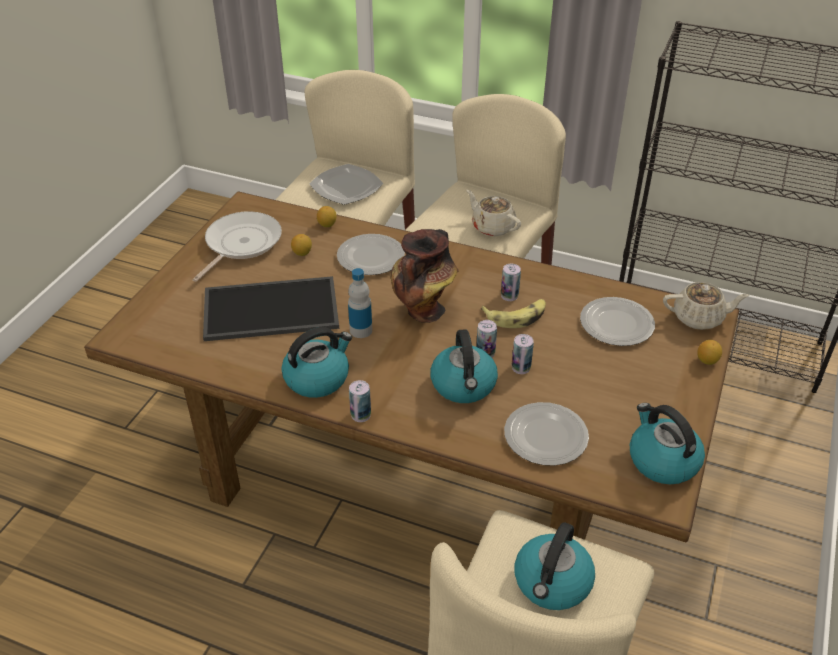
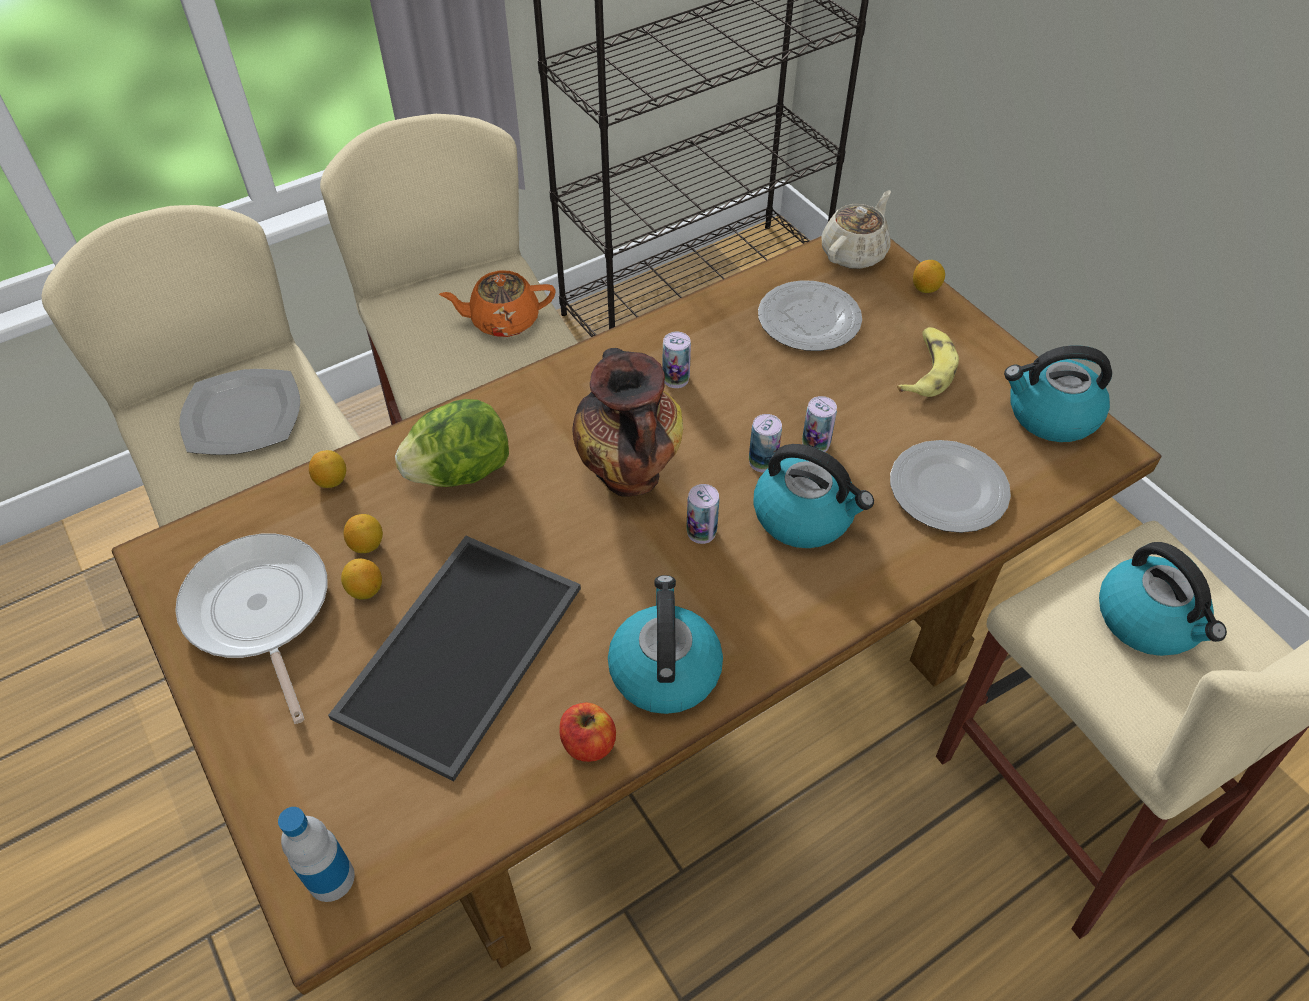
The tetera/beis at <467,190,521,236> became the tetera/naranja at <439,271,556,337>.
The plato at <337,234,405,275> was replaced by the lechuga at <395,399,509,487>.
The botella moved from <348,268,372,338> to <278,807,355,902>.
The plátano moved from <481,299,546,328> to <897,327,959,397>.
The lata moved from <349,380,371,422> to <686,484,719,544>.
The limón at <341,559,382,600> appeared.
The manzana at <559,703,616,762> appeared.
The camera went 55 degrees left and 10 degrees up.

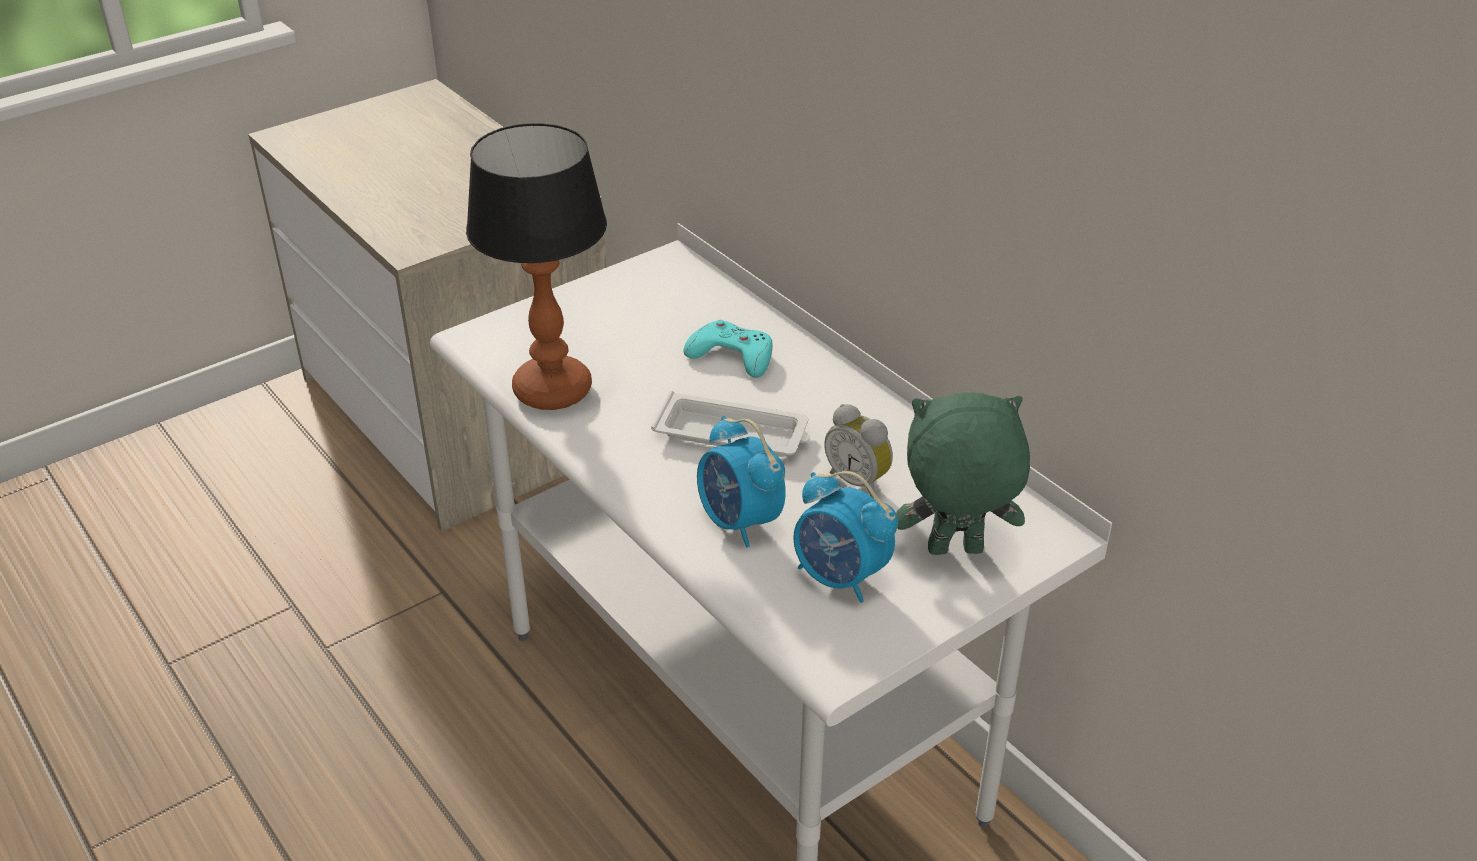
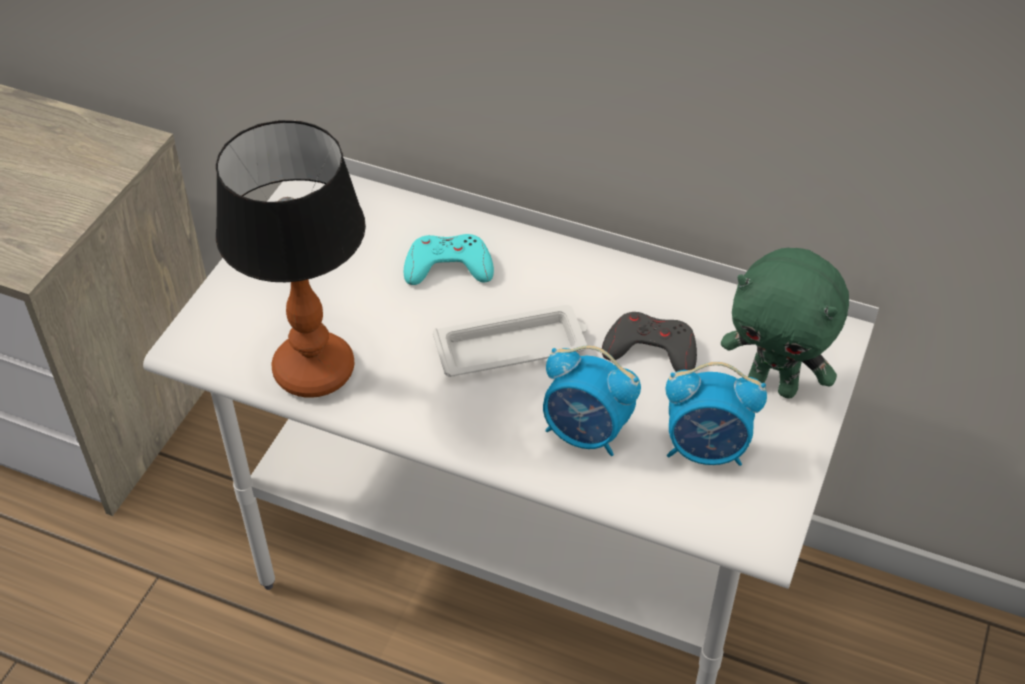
The peluche/verde at <896,392,1030,555> turned 120 degrees counterclockwise.
The despertador at <824,404,893,499> was replaced by the mando de consola/gris at <602,312,697,372>.
The camera went 30 degrees left and 10 degrees up.

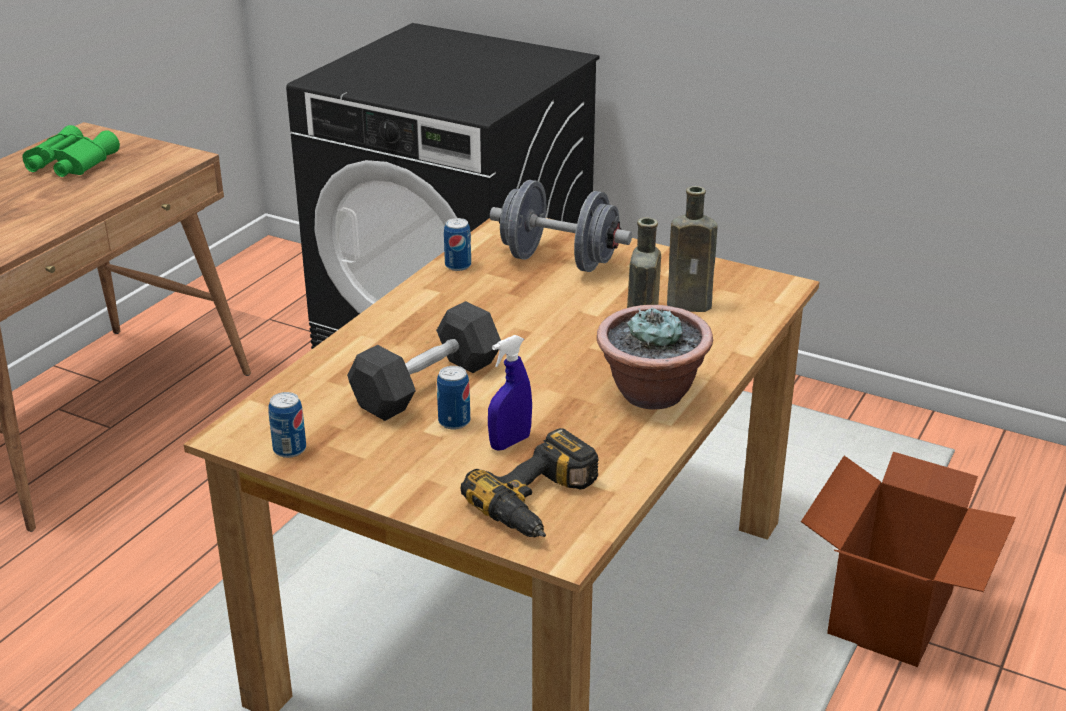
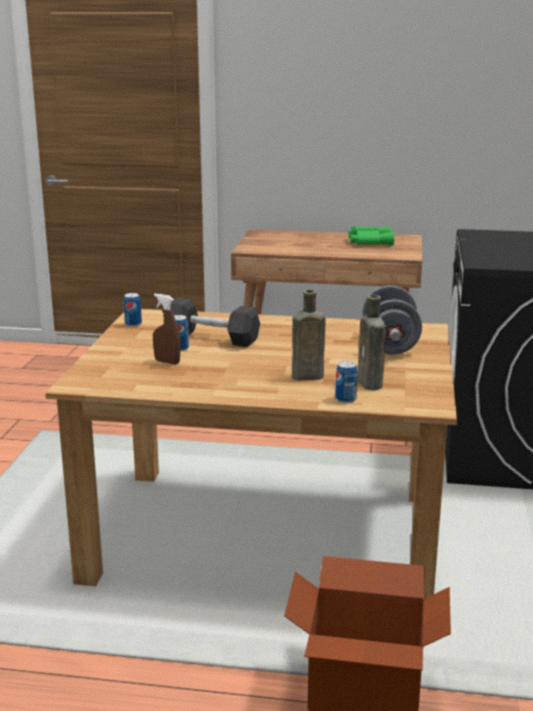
The lata moved from <444,218,471,271> to <335,361,358,403>.
The planta en maceta at <597,305,713,409> disappeared.
The pulverizador/azul at <488,335,532,451> became the pulverizador/marrón at <153,294,181,365>.
The taladro at <460,428,599,538> disappeared.
The camera went 70 degrees right and 10 degrees down.

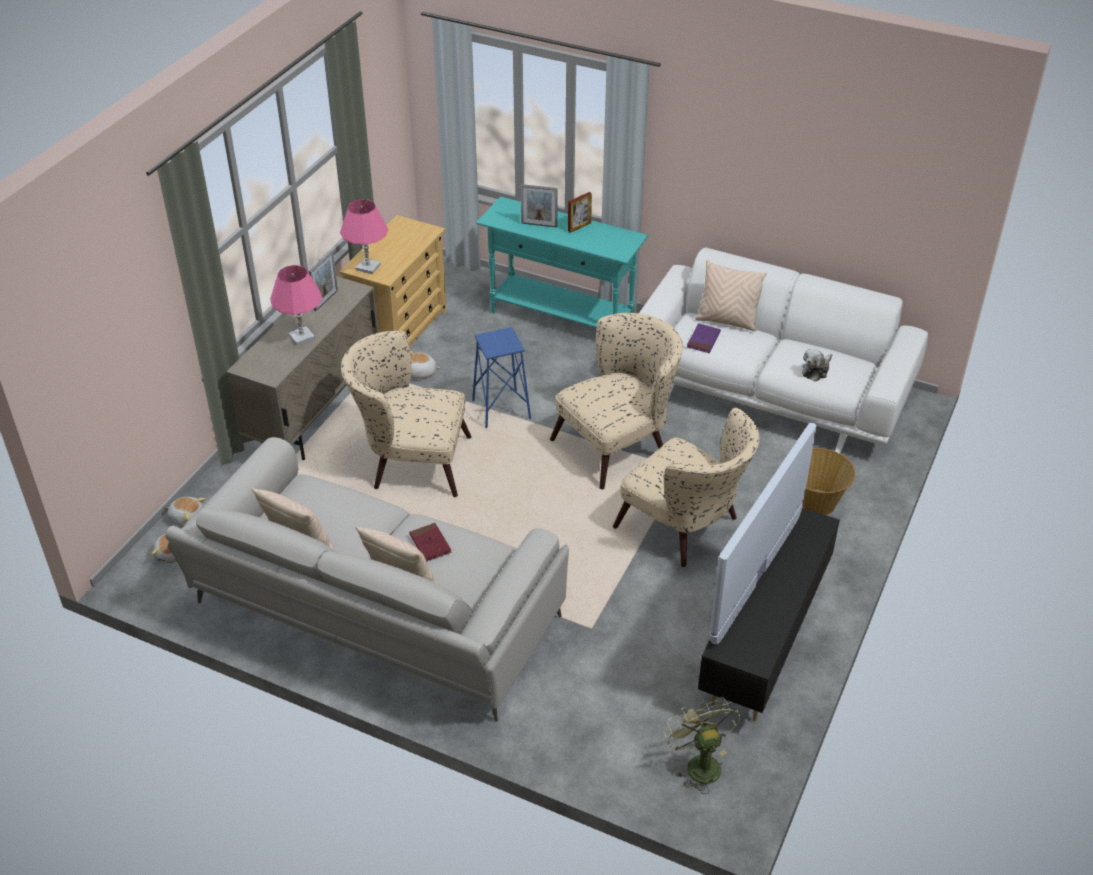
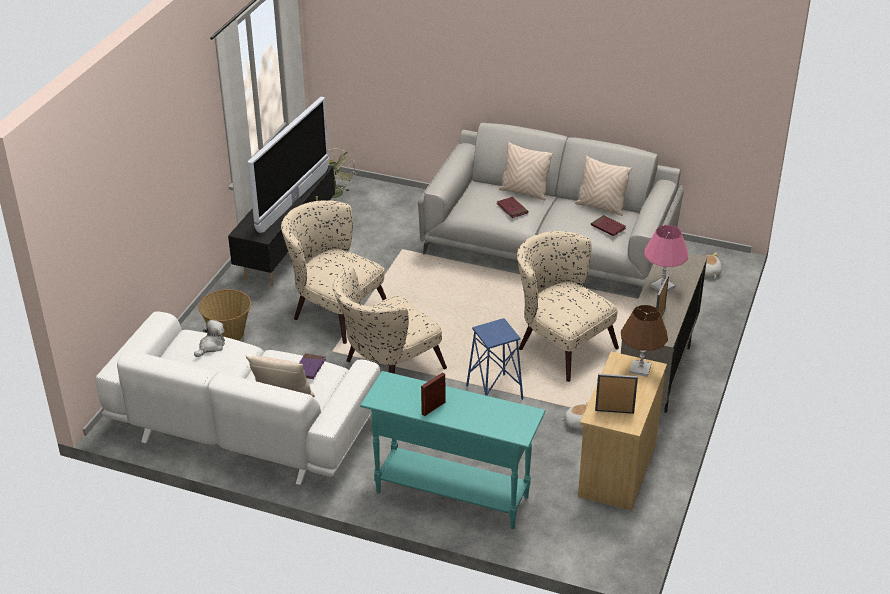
The portarretratos moved from <521,184,558,228> to <595,374,638,414>.
The lámpara de mesa/rosa at <340,199,388,274> became the lámpara de mesa/marrón at <621,305,668,377>.
The sillón/beis at <341,331,471,497> turned 135 degrees counterclockwise.
The peluche at <167,497,205,527> disappeared.
The libro/rojo at <591,215,626,236> appeared.
The camera went 175 degrees right and 5 degrees down.

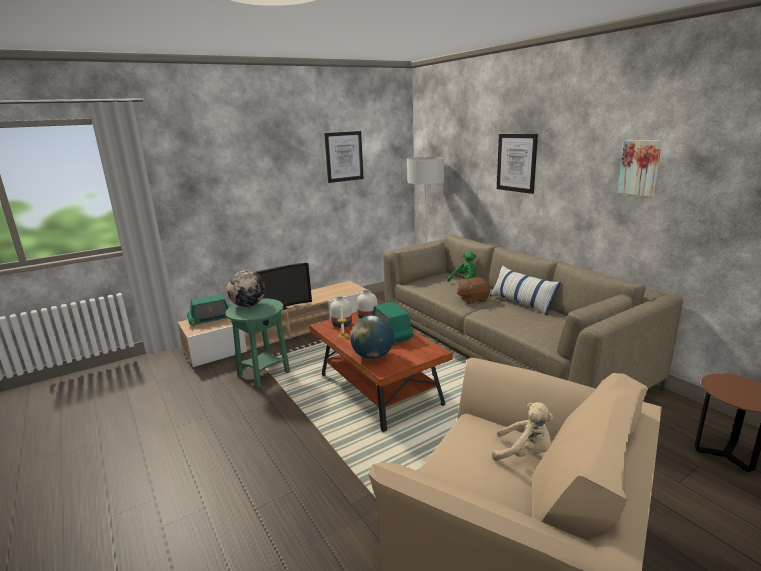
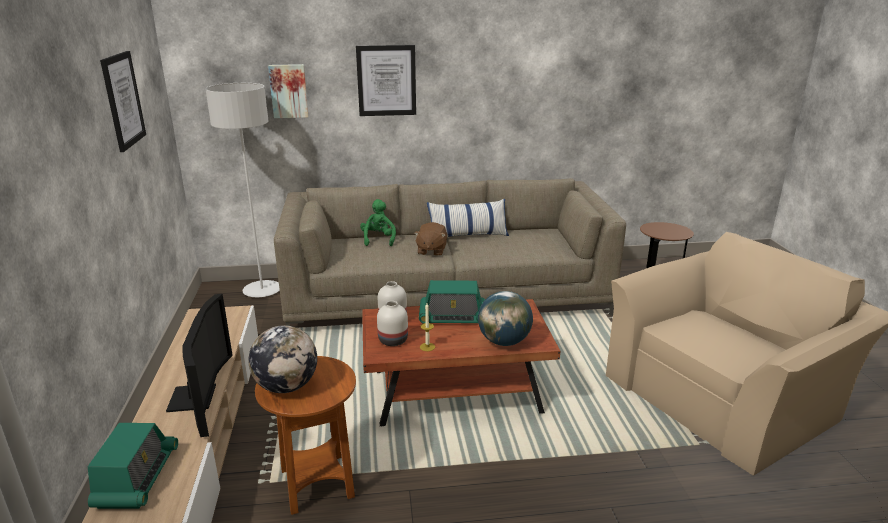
The cuadro moved from <618,140,662,197> to <268,64,308,118>.
The mesa auxiliar/verde at <226,298,290,388> became the mesa auxiliar/marrón at <255,356,356,515>.
The peluche/beis at <492,402,553,461> disappeared.
The camera went 65 degrees left and 5 degrees up.

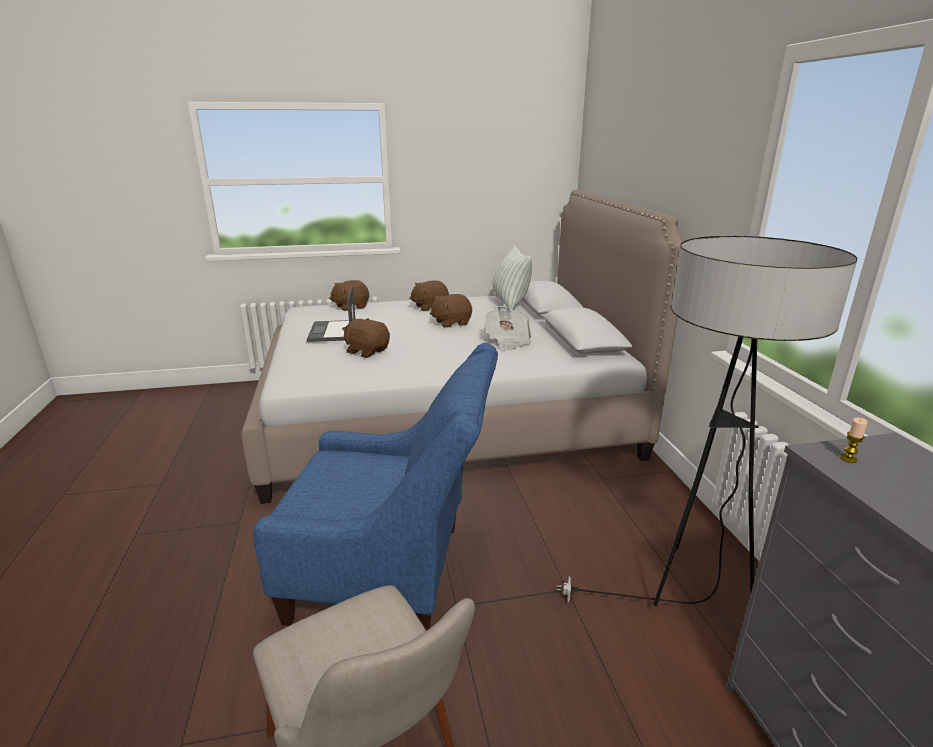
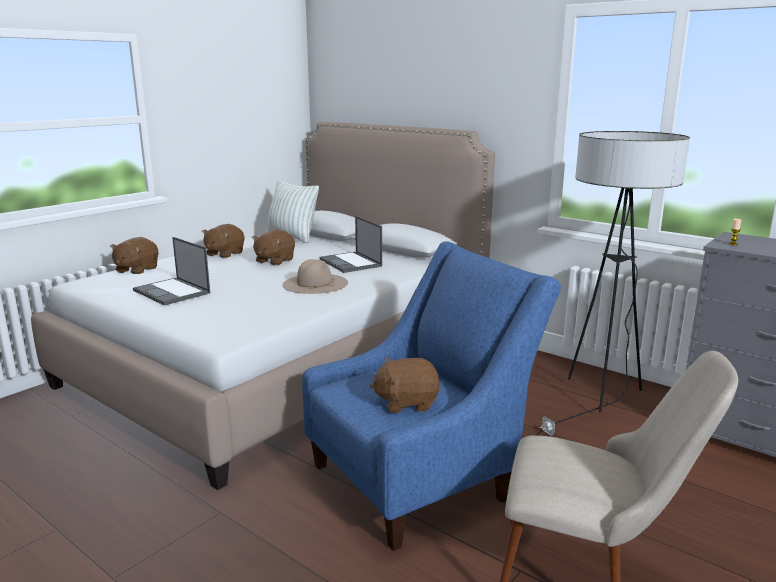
The periódico at <484,306,532,351> was replaced by the portátil at <320,216,382,273>.
The peluche/marrón moved from <342,318,390,358> to <370,357,440,413>.
The sombrero/beis at <282,259,348,294> appeared.
The camera went 40 degrees left and 5 degrees down.

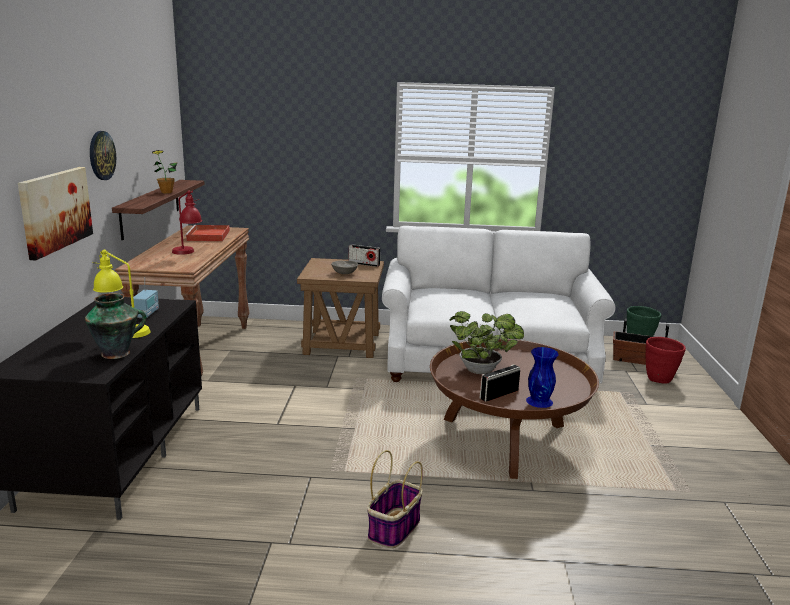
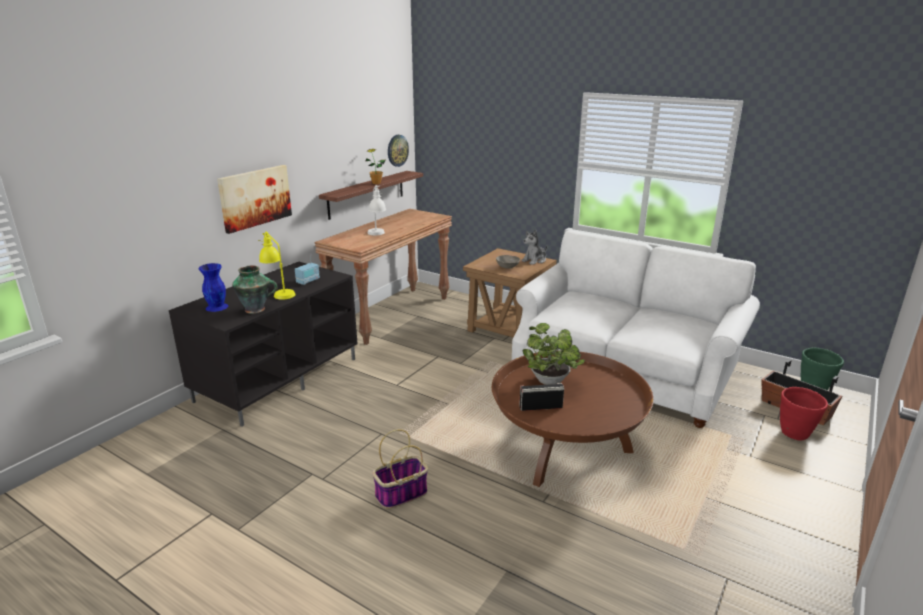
The reloj de pared moved from <90,131,116,180> to <388,135,409,167>.
The lámpara de mesa/rojo at <172,190,202,255> became the lámpara de mesa/blanco at <367,185,386,235>.
The bandeja/rojo at <184,225,230,241> disappeared.
The radio at <349,244,380,267> was replaced by the peluche at <522,230,547,265>.
The florero/azul moved from <526,347,559,408> to <199,263,228,312>.
The camera went 30 degrees right and 5 degrees up.

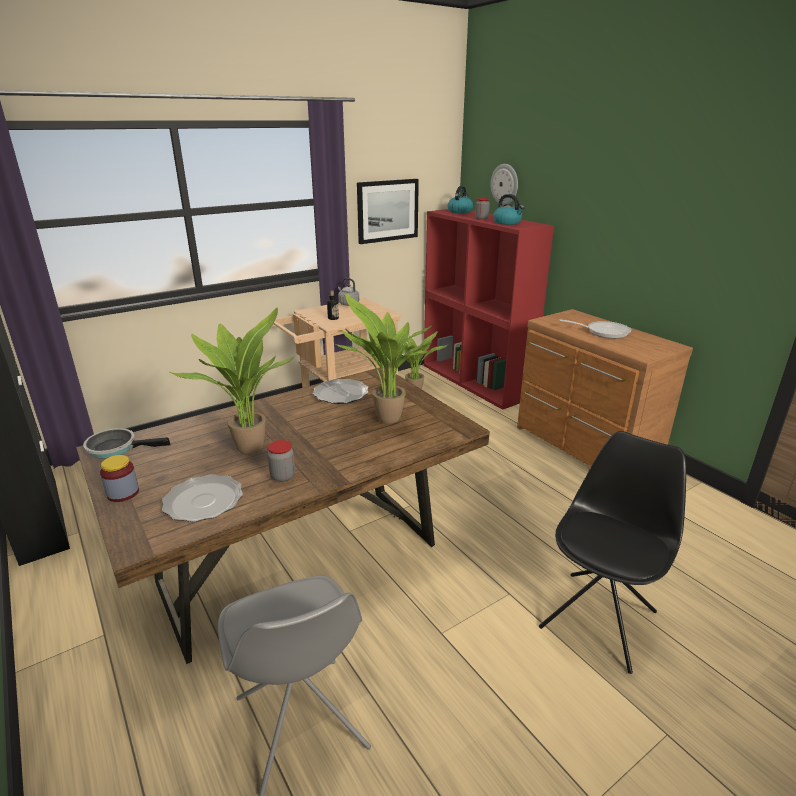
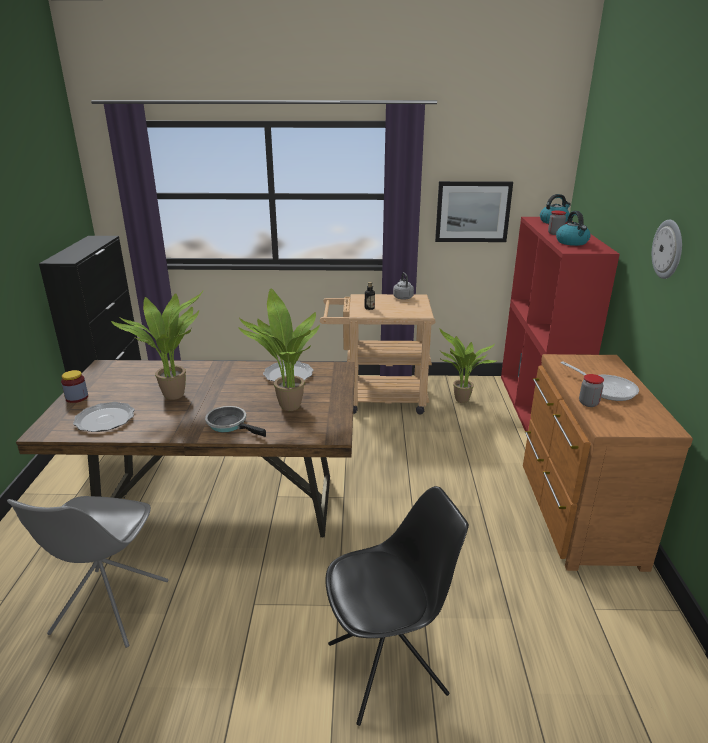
The reloj de pared moved from <491,164,518,205> to <652,220,682,279>.
The sartén moved from <83,428,171,459> to <205,406,266,437>.
The tarro moved from <267,440,295,482> to <579,374,604,407>.
The camera went 35 degrees right and 0 degrees up.

